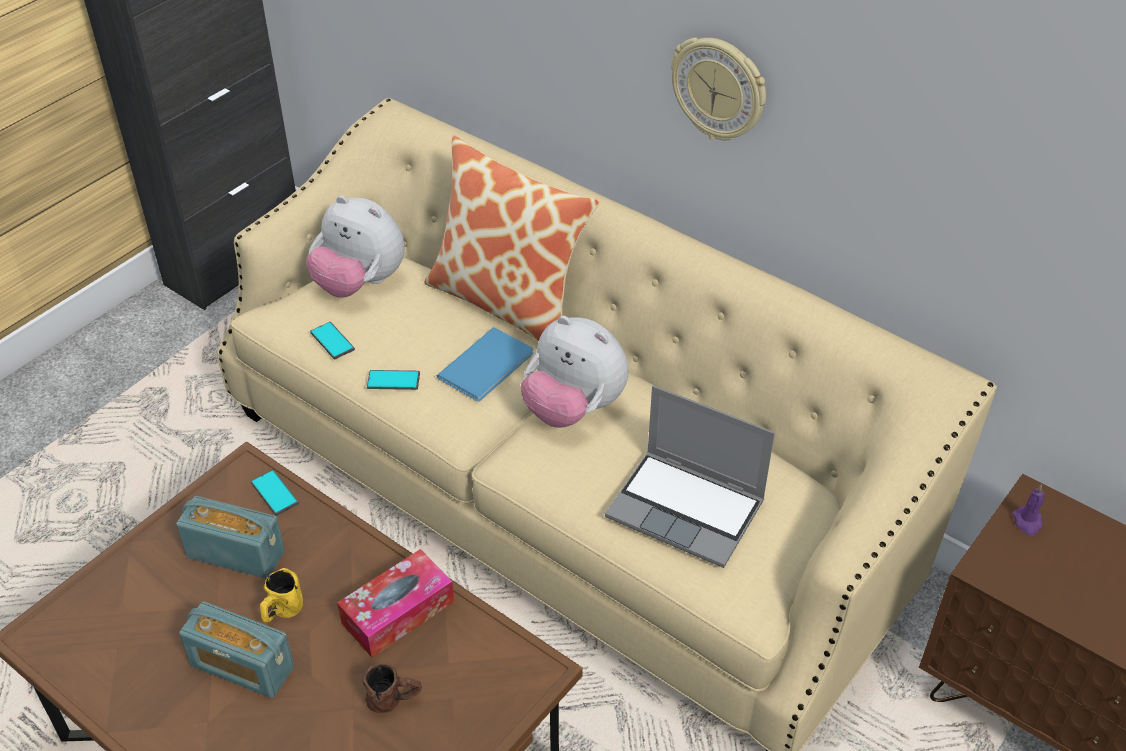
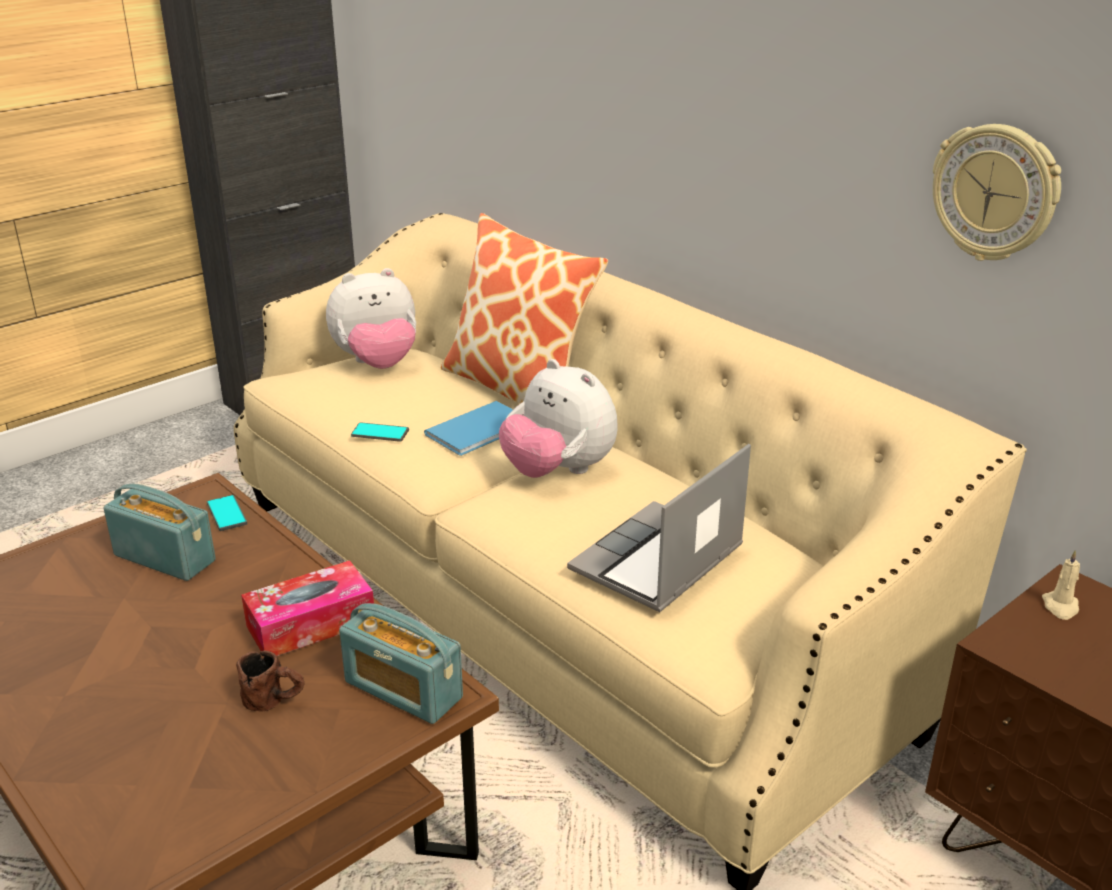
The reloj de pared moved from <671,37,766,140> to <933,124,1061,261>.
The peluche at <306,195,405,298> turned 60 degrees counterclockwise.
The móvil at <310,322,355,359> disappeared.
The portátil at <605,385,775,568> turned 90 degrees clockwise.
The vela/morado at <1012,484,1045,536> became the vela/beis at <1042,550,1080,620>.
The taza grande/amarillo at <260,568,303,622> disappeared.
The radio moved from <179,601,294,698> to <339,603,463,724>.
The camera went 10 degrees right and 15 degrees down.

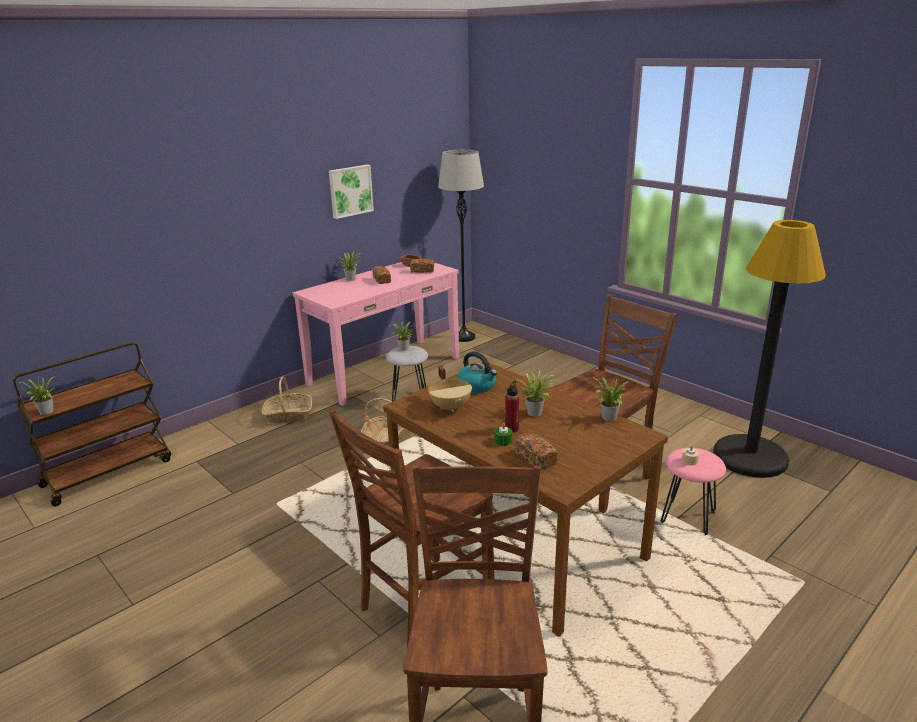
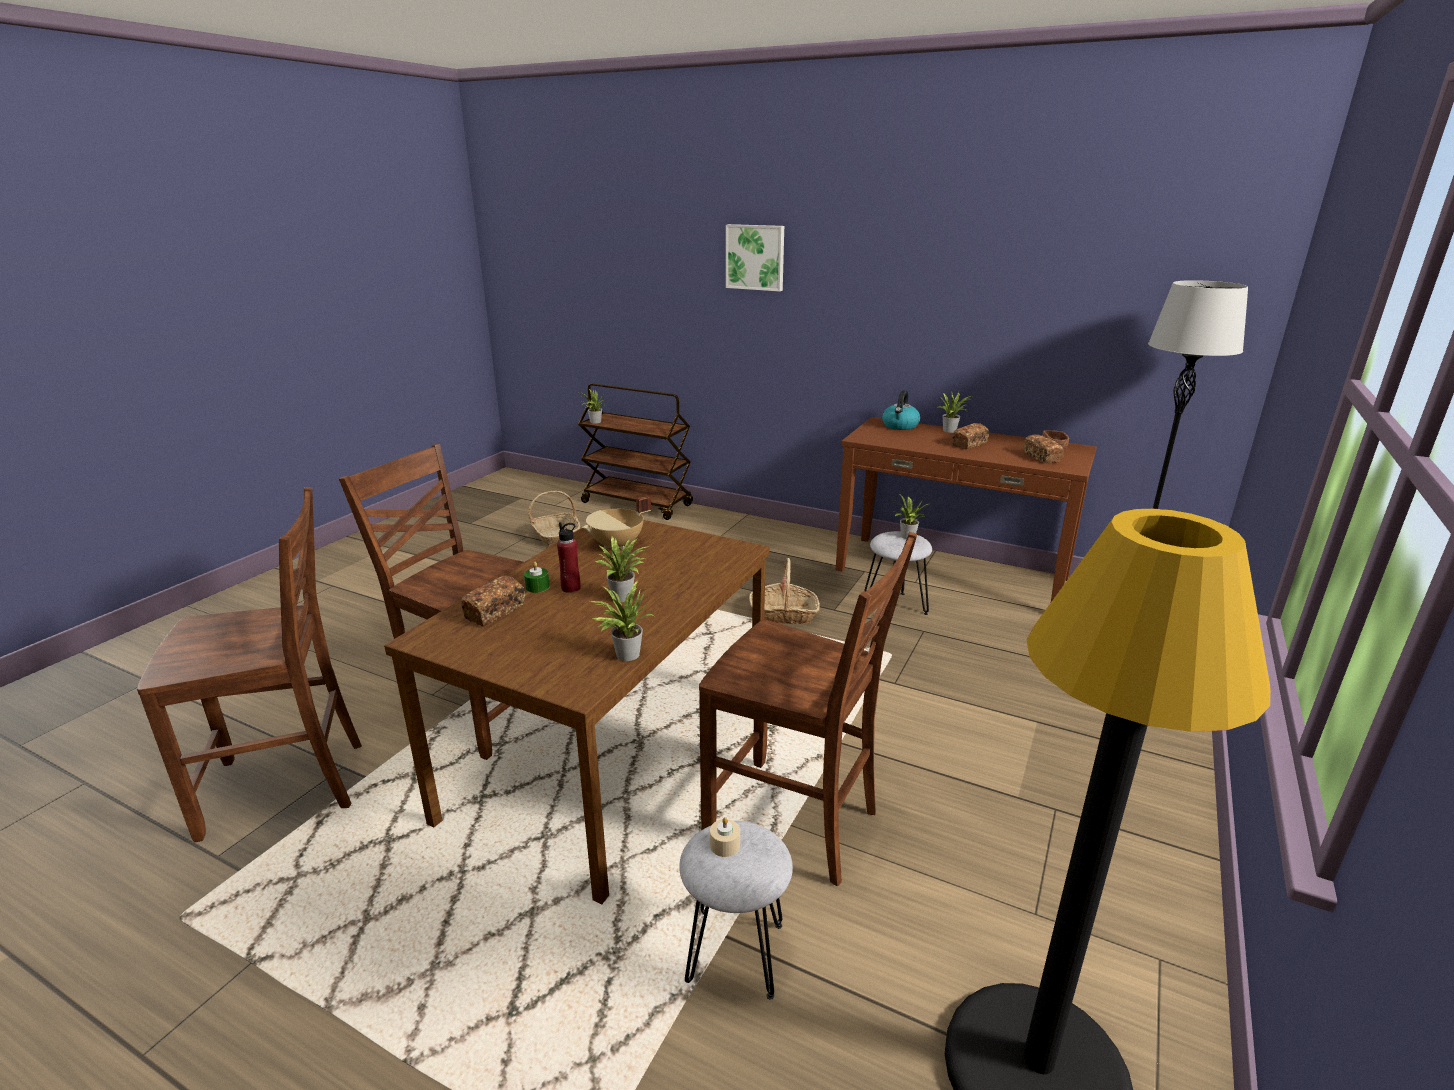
The cuadro moved from <329,165,374,219> to <726,224,784,292>.
The mesa consola/rosa at <293,262,459,406> became the mesa consola/marrón at <836,417,1097,602>.
The hervidor moved from <457,351,497,393> to <882,390,920,430>.
The cesta moved from <262,377,312,423> to <528,491,580,547>.
The taburete/rosa at <661,448,726,535> became the taburete/gris at <679,821,793,1000>.
The camera went 70 degrees right and 0 degrees up.

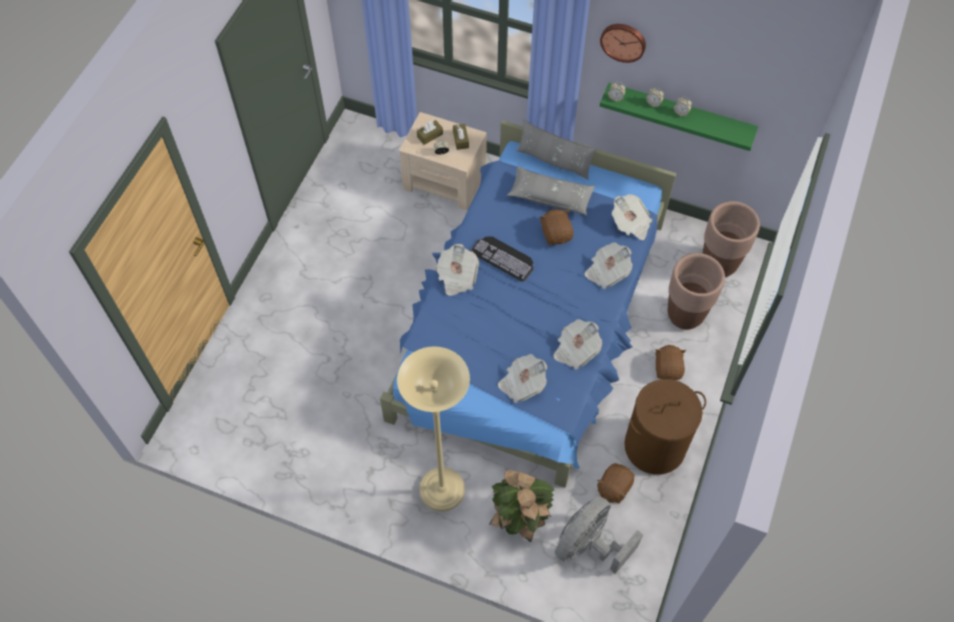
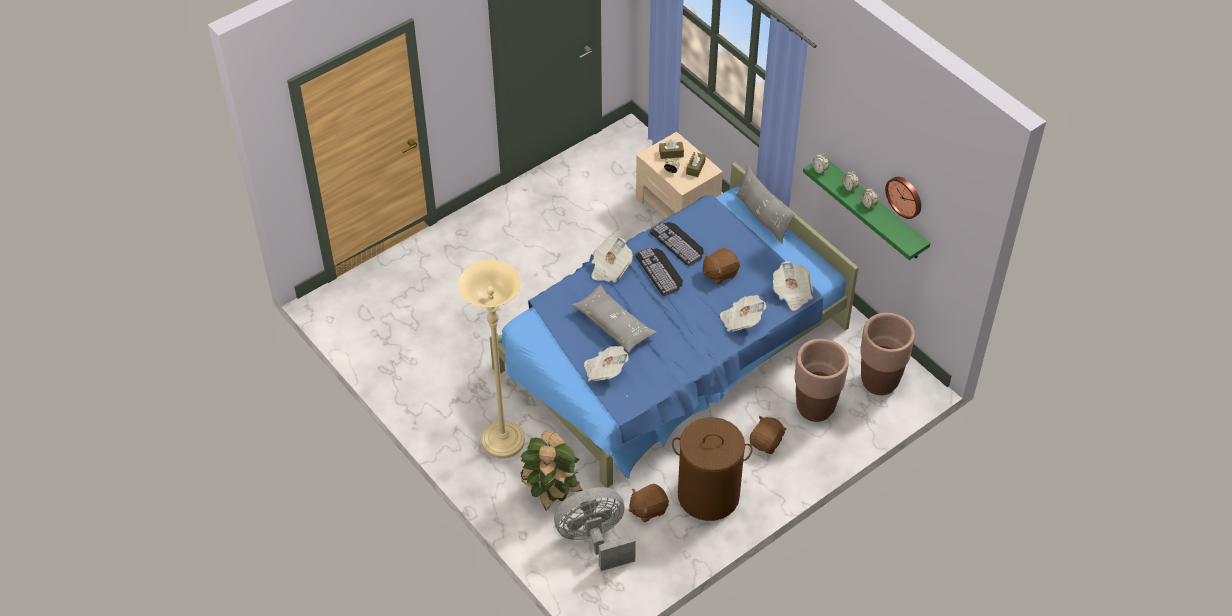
The reloj de pared moved from <600,24,646,63> to <885,177,921,219>.
The cojín/gris moved from <507,166,595,215> to <572,285,657,353>.
The peluche/marrón at <540,209,574,245> turned 135 degrees counterclockwise.
The periódico at <553,319,602,370> disappeared.
The teclado at <649,222,704,266> appeared.
The camera went 30 degrees right and 10 degrees down.

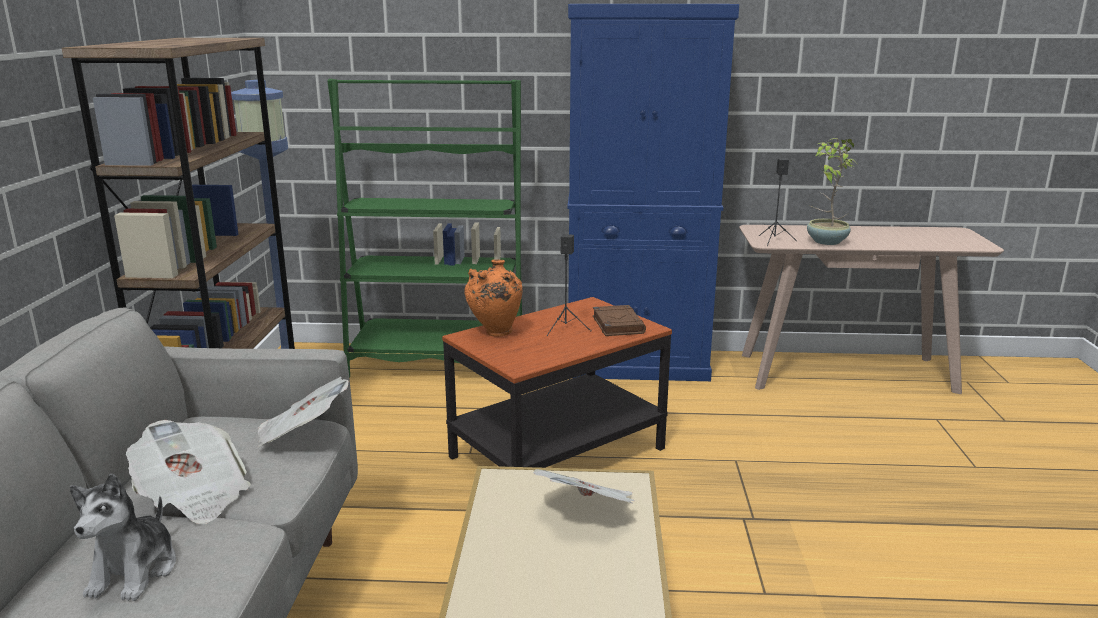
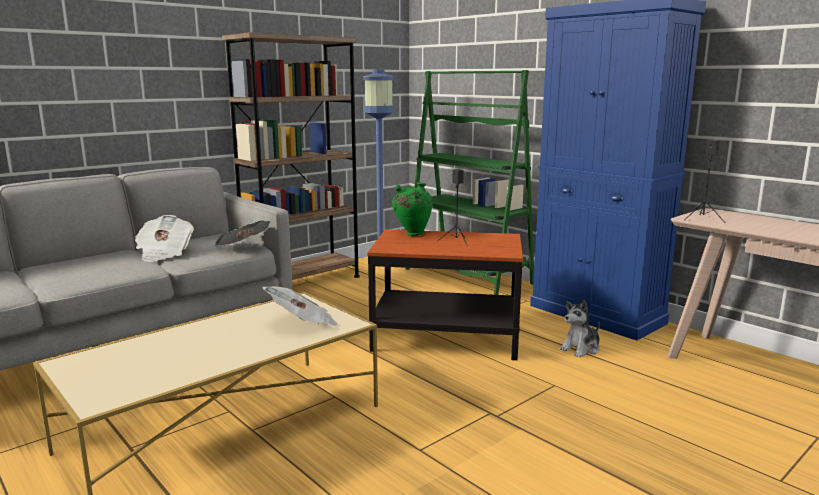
The planta en maceta at <807,138,855,245> disappeared.
The florero/naranja at <464,259,522,337> became the florero/verde at <392,182,433,236>.
The libro/marrón at <593,305,646,336> disappeared.
The peluche moved from <70,474,176,601> to <560,300,600,357>.
The camera went 45 degrees right and 5 degrees down.

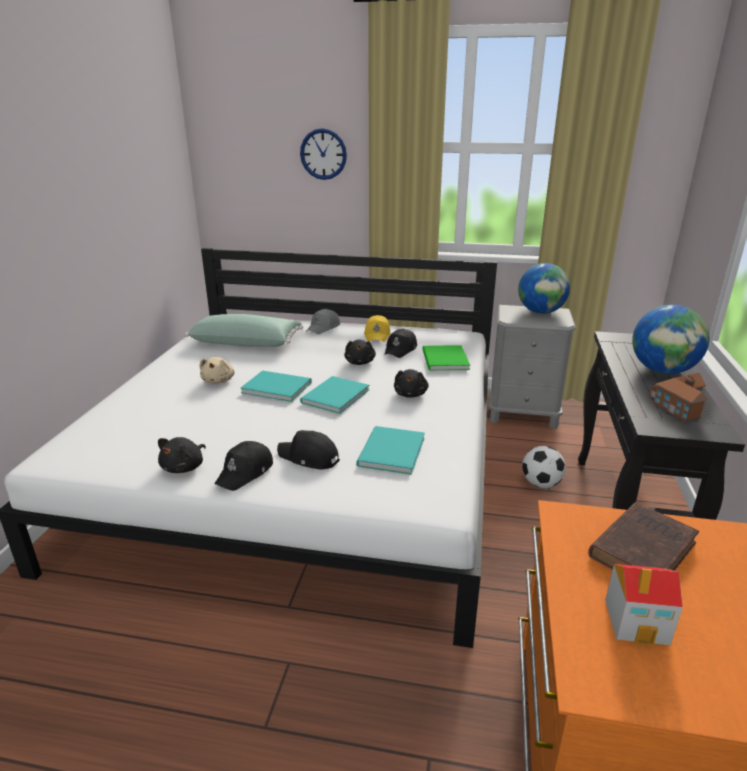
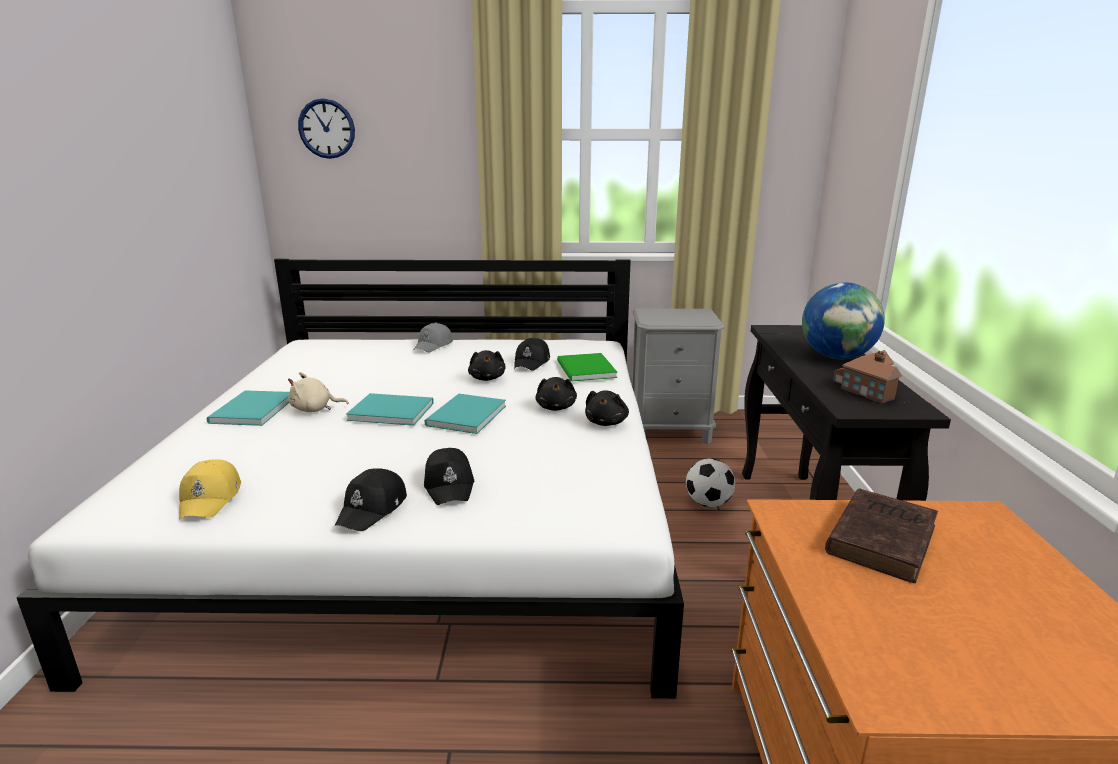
The reloj de pared moved from <300,128,347,180> to <298,98,355,159>.
The globo terráqueo at <518,263,570,314> disappeared.
The cojín/verde at <185,314,303,347> disappeared.
The gorra/amarillo moved from <364,315,390,342> to <179,459,241,519>.
The peluche/beis at <200,357,235,384> turned 90 degrees clockwise.
The libro/turquesa moved from <356,426,425,475> to <206,390,289,426>.
The gorra/negro at <277,430,340,469> turned 120 degrees counterclockwise.
The peluche/negro moved from <158,437,206,473> to <585,390,629,426>.
The casita at <605,564,683,646> disappeared.
The camera went 10 degrees left and 5 degrees down.

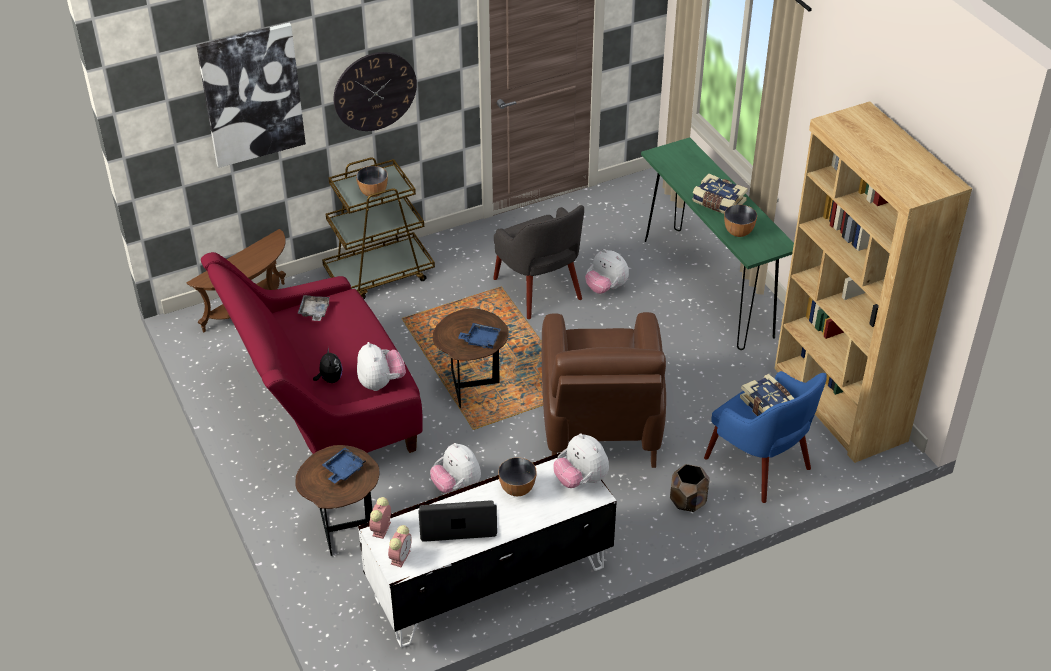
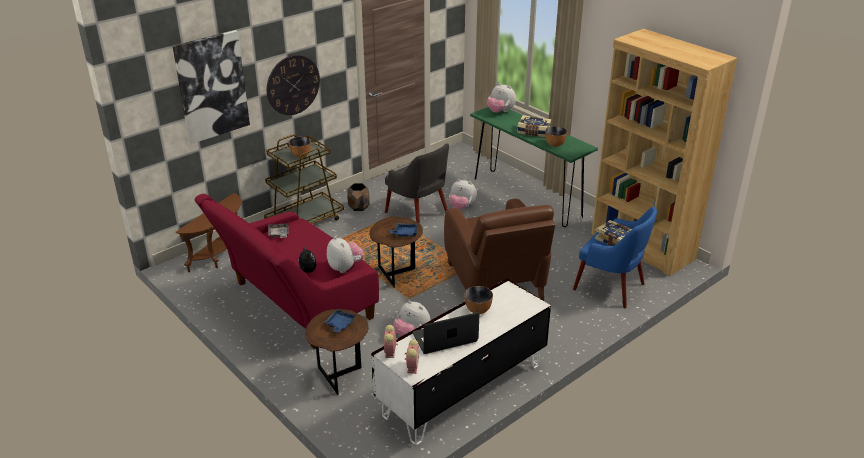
The peluche moved from <553,434,609,488> to <487,83,516,113>.
The maceta/marrón moved from <670,464,710,512> to <347,183,370,211>.
The camera went 15 degrees left and 10 degrees down.

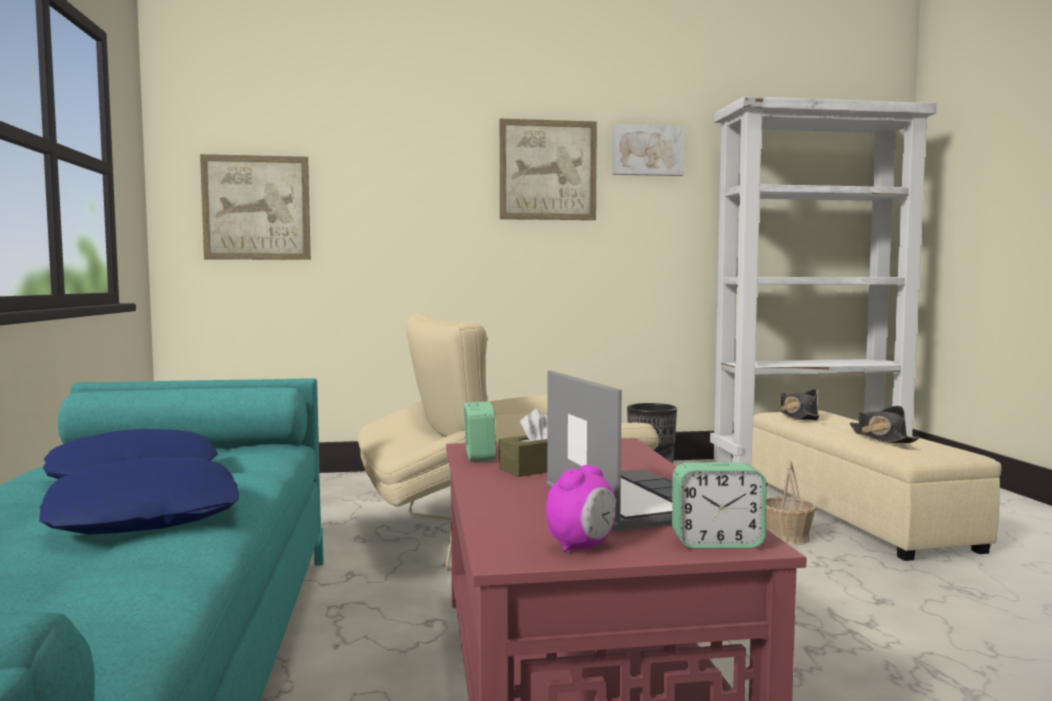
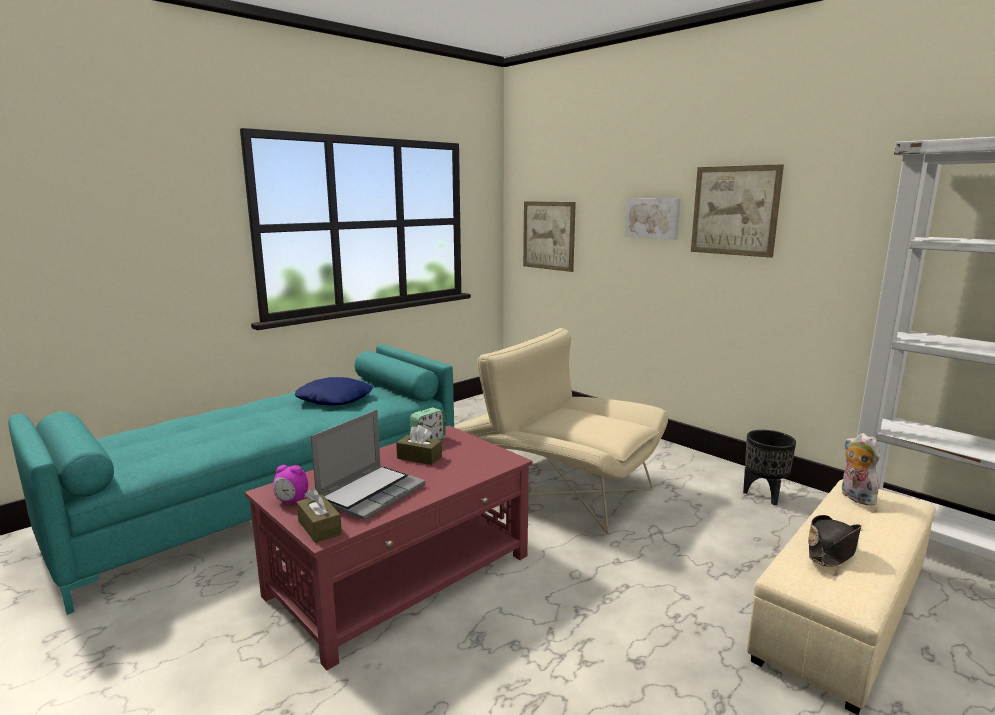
The cuadro moved from <612,124,685,176> to <625,198,680,240>.
The sombrero/negro at <781,389,819,420> was replaced by the peluche at <842,433,880,505>.
The cojín/azul at <39,457,239,534> disappeared.
The cesta at <766,461,817,545> disappeared.
The despertador at <672,462,767,549> was replaced by the caja de pañuelos/marrón at <297,488,342,543>.
The camera went 55 degrees right and 10 degrees up.

